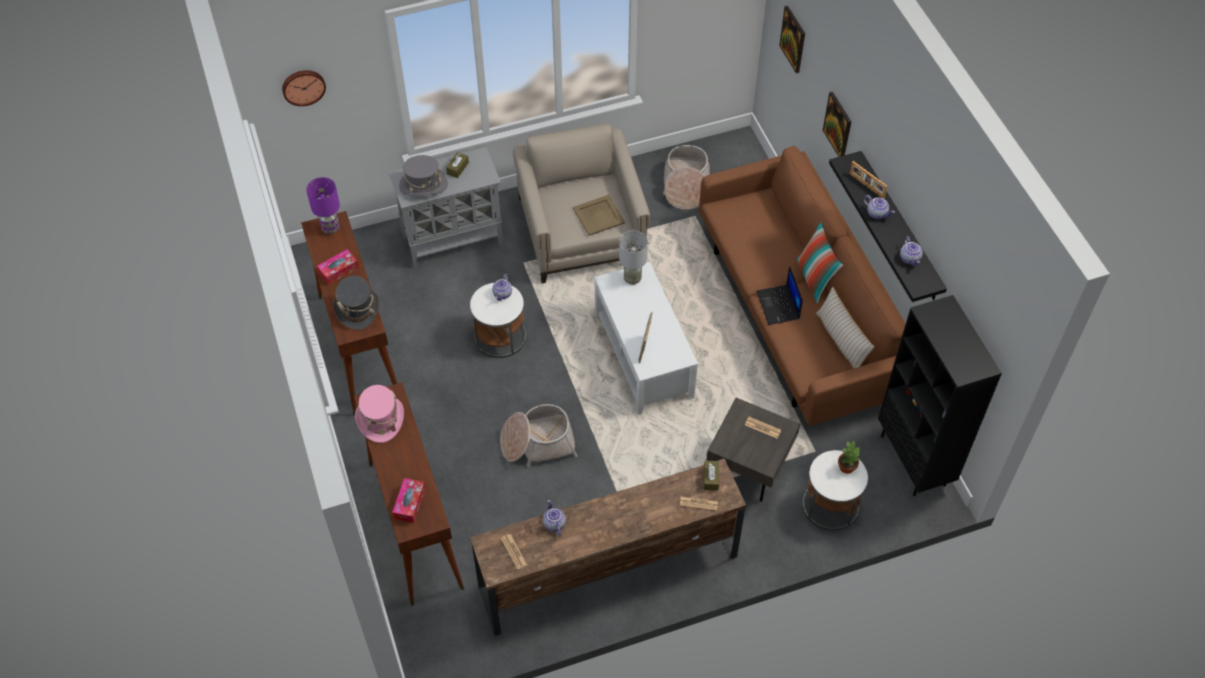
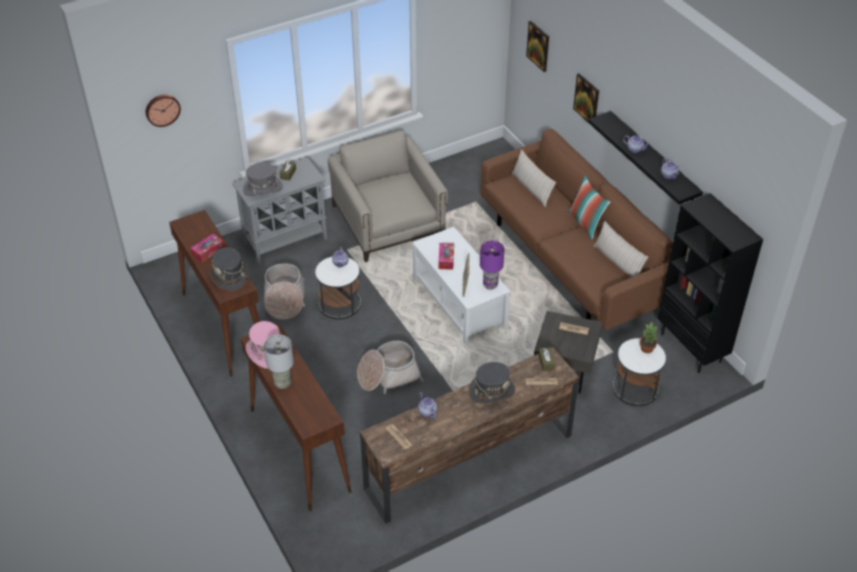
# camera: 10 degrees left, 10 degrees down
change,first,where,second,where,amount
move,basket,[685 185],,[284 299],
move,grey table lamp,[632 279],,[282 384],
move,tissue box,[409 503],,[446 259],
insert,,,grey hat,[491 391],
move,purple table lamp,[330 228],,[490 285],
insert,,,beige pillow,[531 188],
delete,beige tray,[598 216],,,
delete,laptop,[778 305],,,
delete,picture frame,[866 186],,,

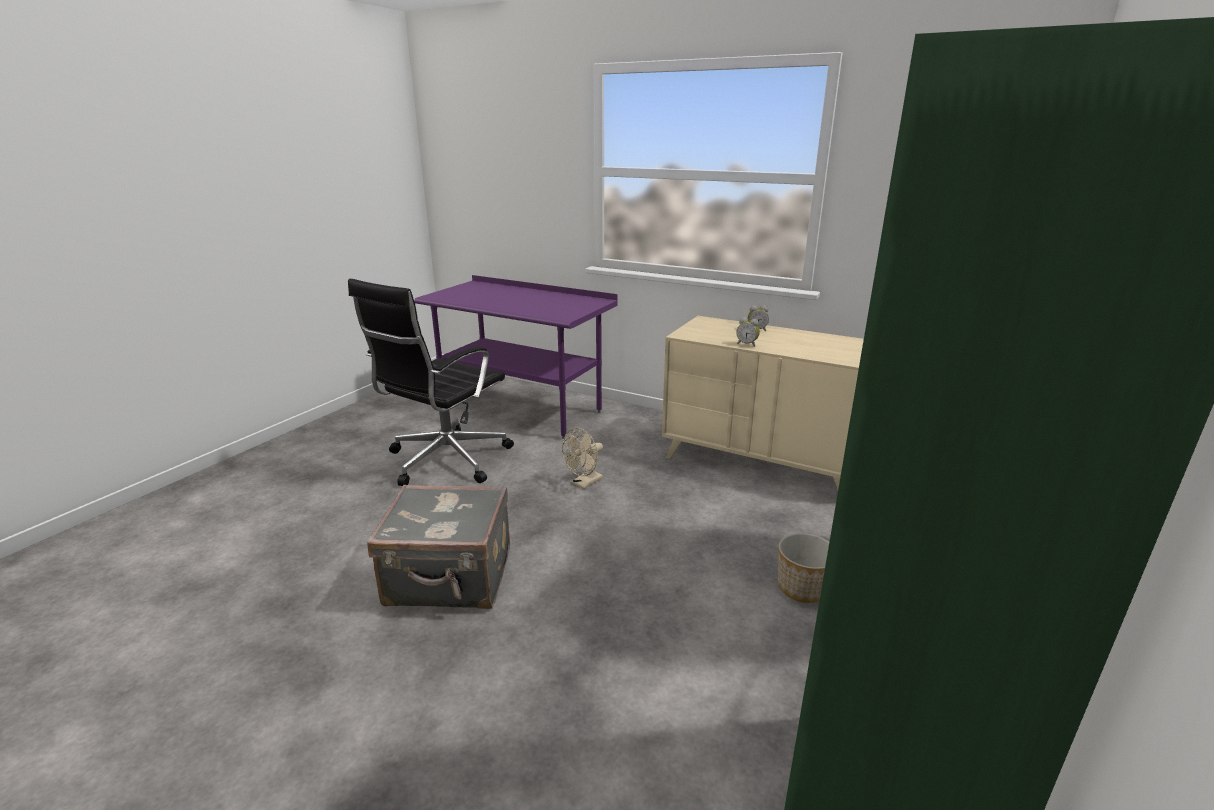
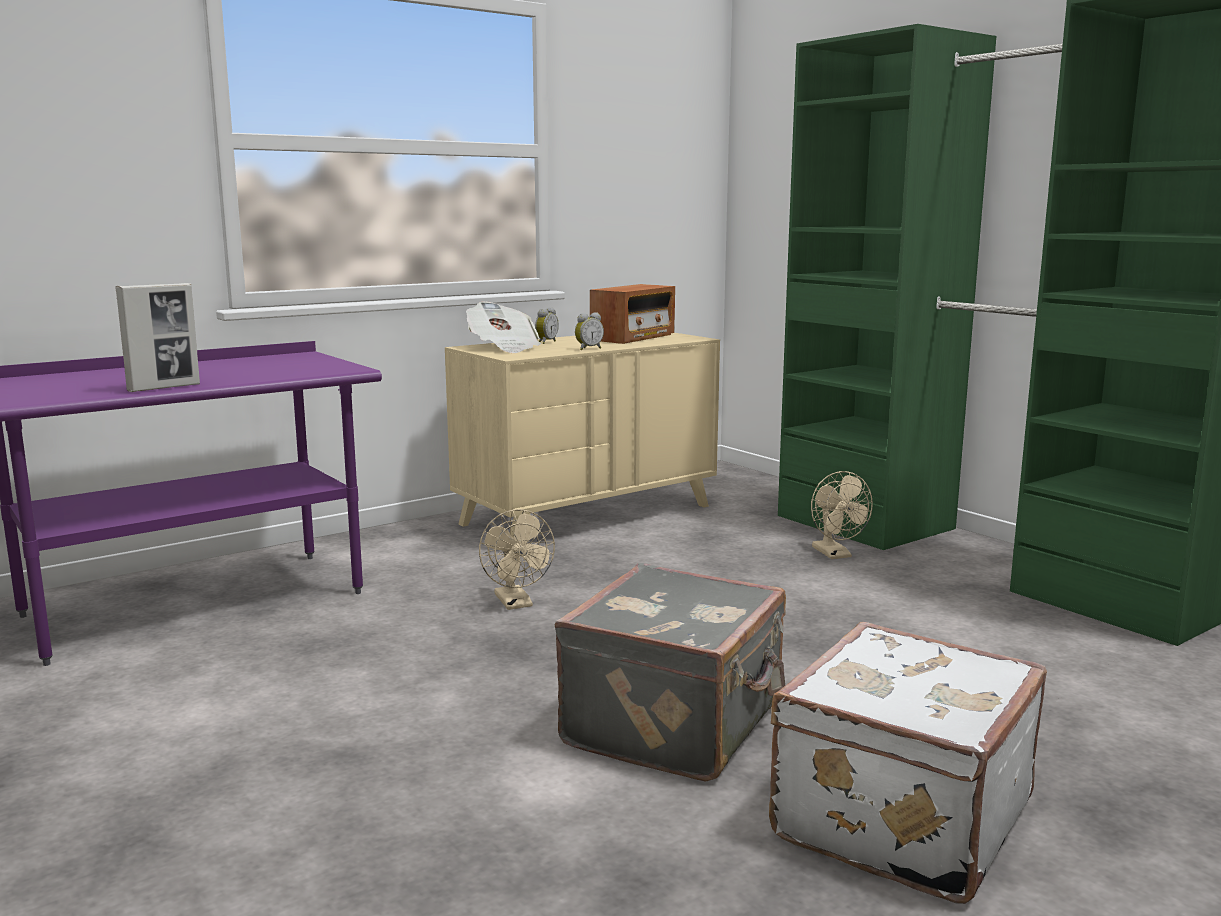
# camera: 65 degrees left, 10 degrees down
change,first,where,second,where,amount
insert,,,picture frame,[164 388],
insert,,,newspaper,[503 348],
insert,,,radio,[633 337],
insert,,,white suitcase,[897 818],
replace,planter,[803 588],beige fan,[835 554],
delete,black office chair,[445 460],,,

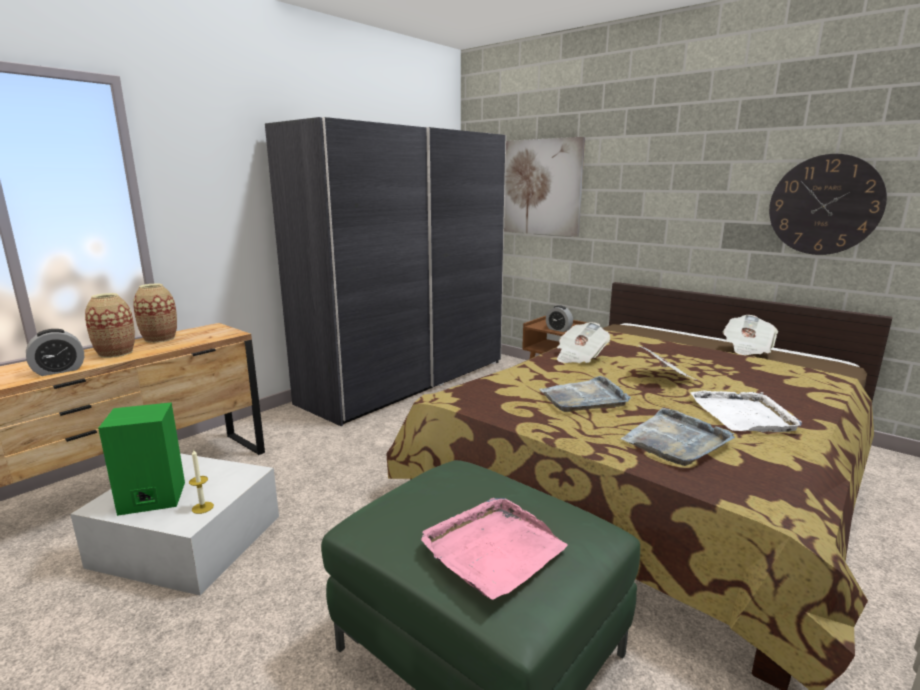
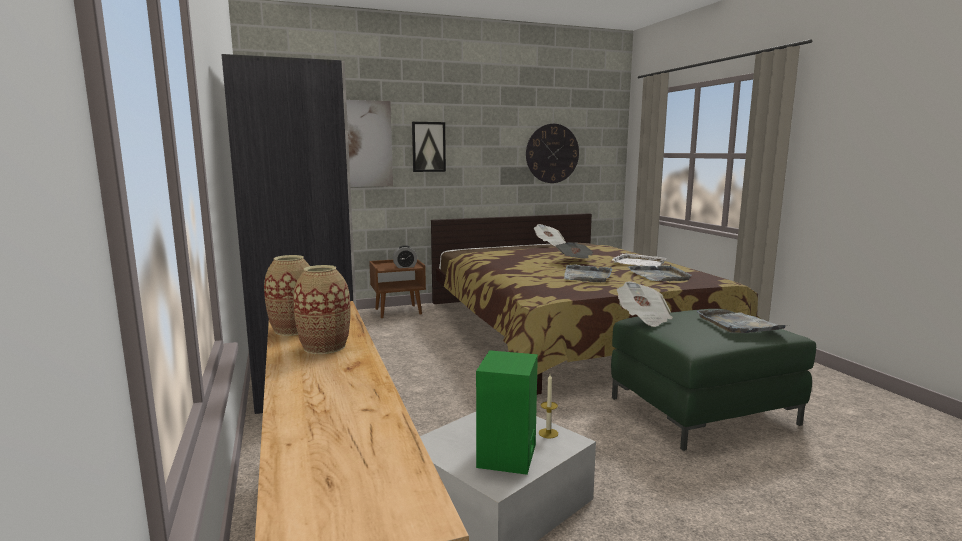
# camera: 60 degrees left, 5 degrees down
change,first,where,second,where,amount
insert,,,picture,[428 147],
move,newspaper,[579 357],,[643 318],
recolor,pink tray,[493 549],grey tray,[738 324],
delete,alarm clock,[59 371],,,

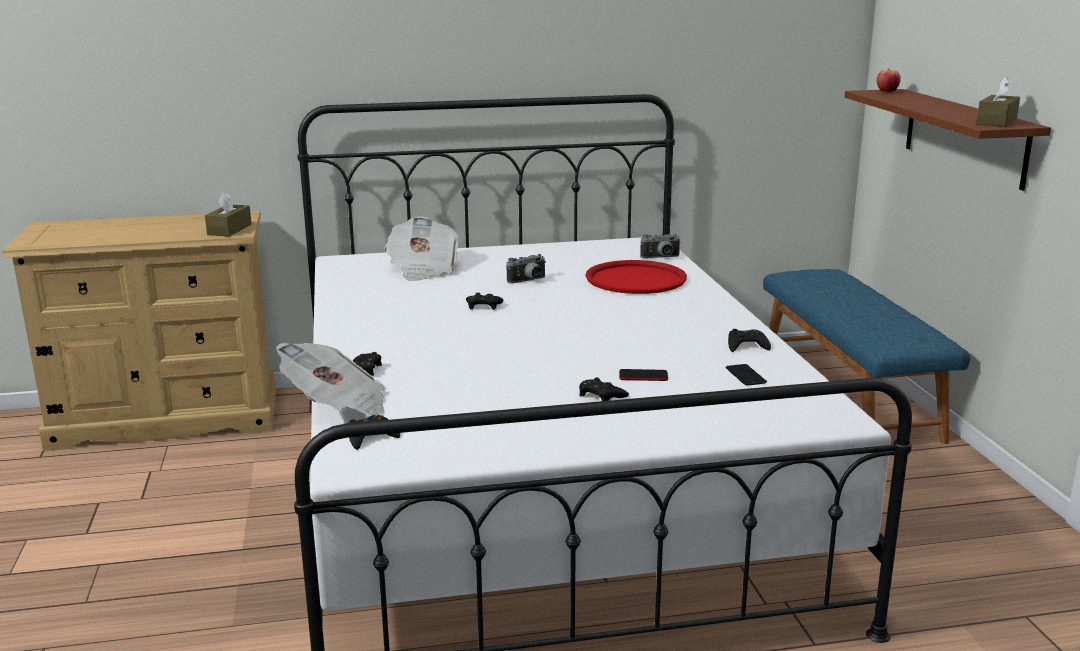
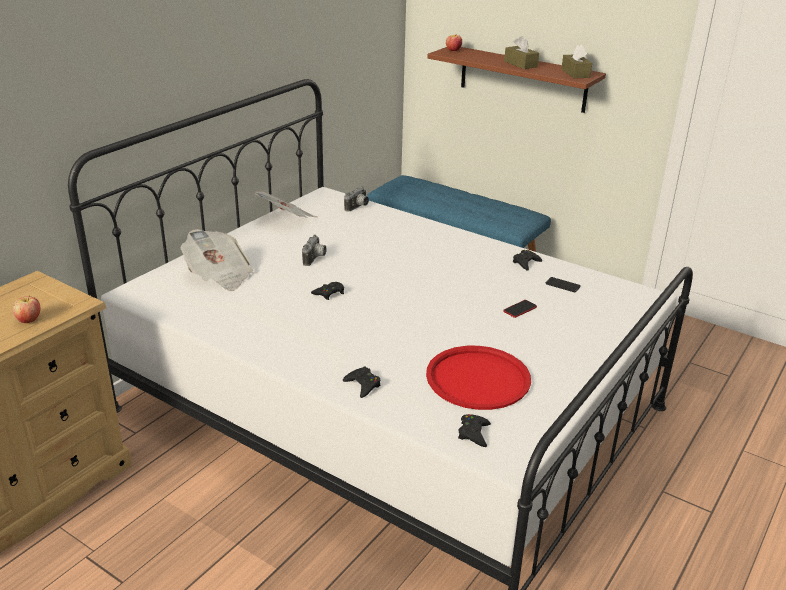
# camera: 45 degrees left, 10 degrees up
change,first,where,second,where,amount
insert,,,apple,[29 320],
move,newspaper,[337 406],,[286 220],
move,red tray,[636 279],,[478 378],
move,brown tissue box,[229 229],,[520 64],
delete,black game controller,[601 396],,,

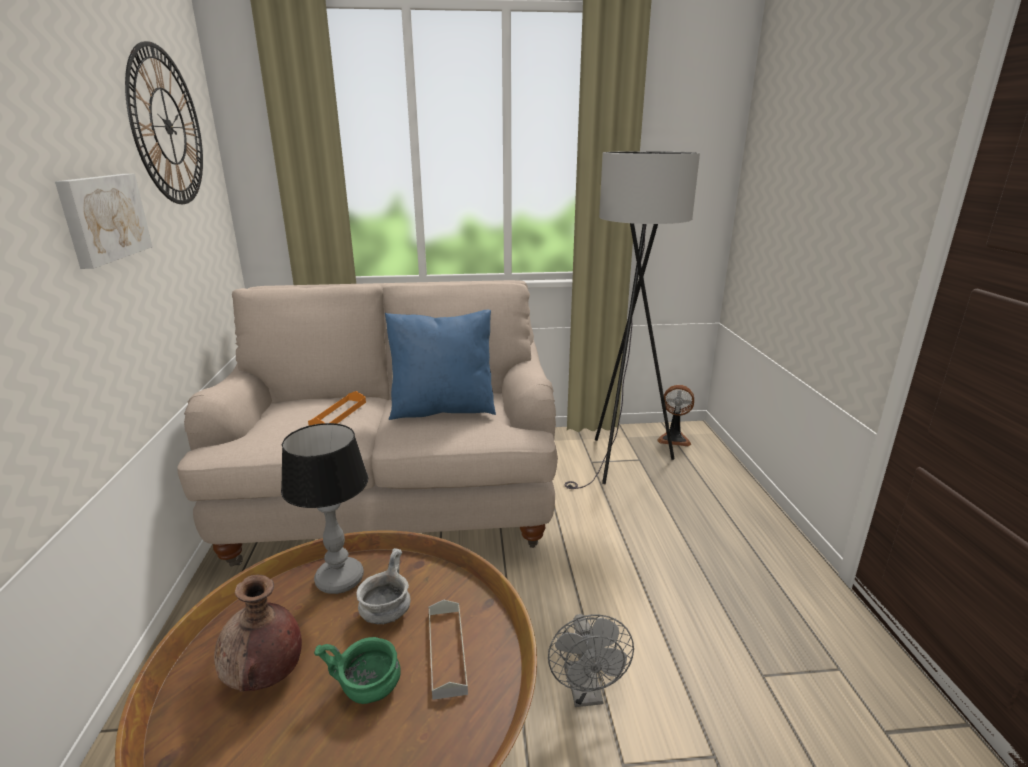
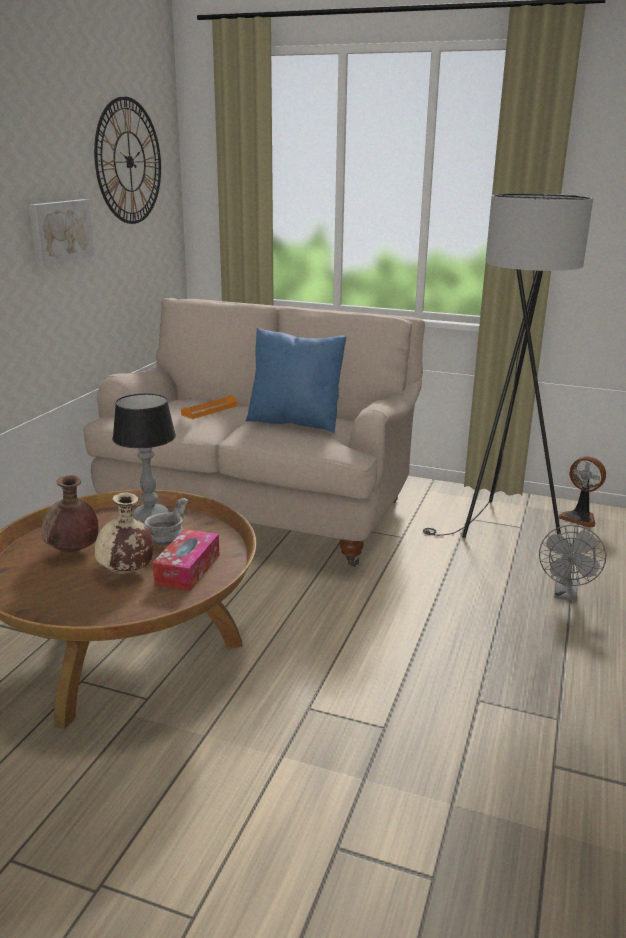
# camera: 25 degrees right, 0 degrees up
change,first,where,second,where,amount
replace,green bowl,[369 688],beige vase,[126 572],
replace,grey tray,[447 651],tissue box,[187 569],
move,grey fan,[586 693],,[566 594],

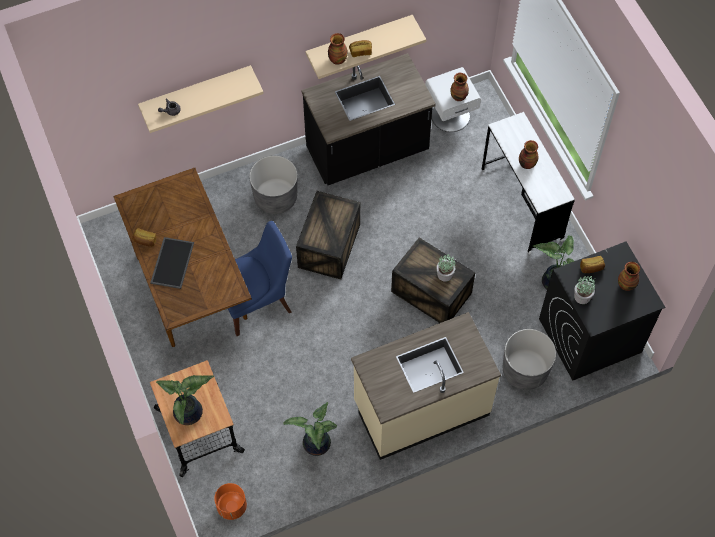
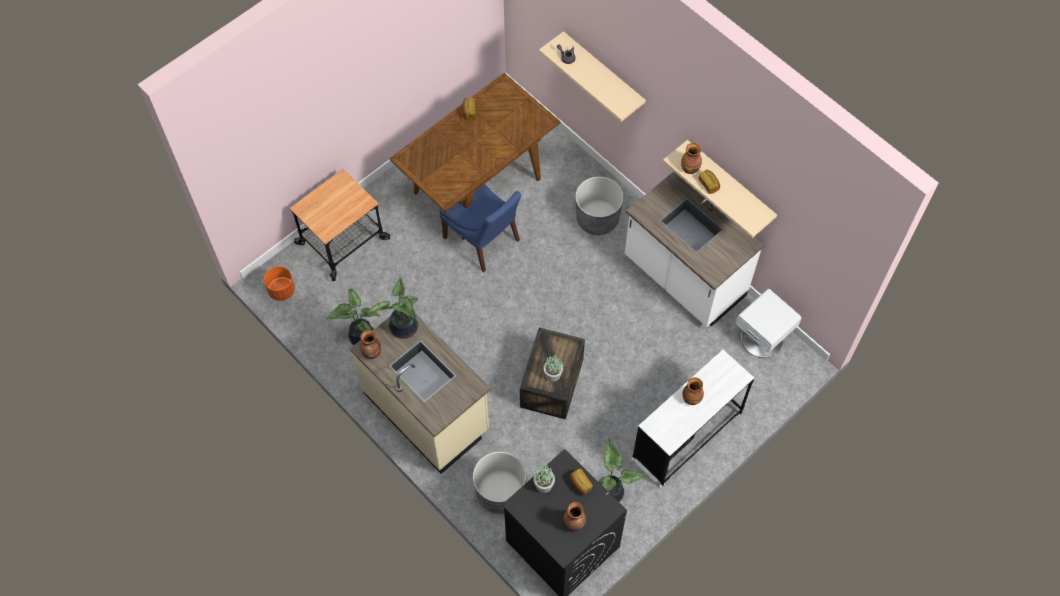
# camera: 70 degrees right, 0 degrees up
change,first,where,second,where,amount
move,vase,[459 96],,[372 353],
move,potted plant,[190 413],,[403 329],
recolor,black counter,[367 151],white counter,[683 278],
delete,tray,[171 262],,,
delete,crate,[329 245],,,

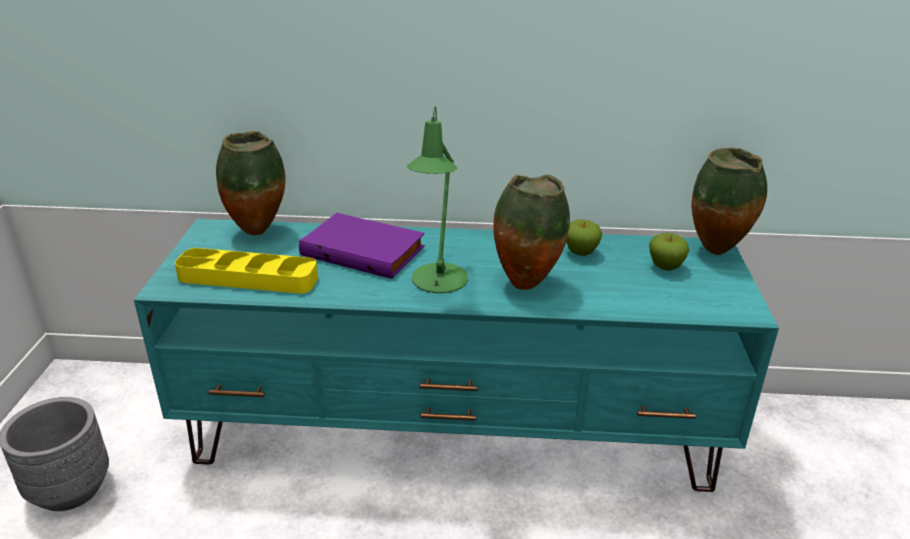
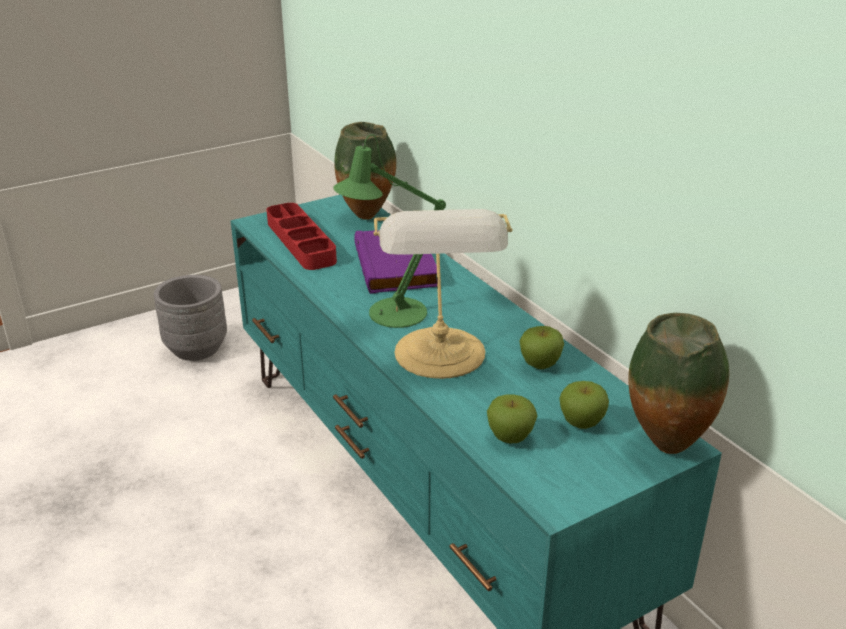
# camera: 55 degrees right, 0 degrees up
change,first,where,second,where,amount
recolor,yellow tray,[248 278],red tray,[300 242],
replace,vase,[526 284],table lamp,[441 355],
insert,,,apple,[510 437],

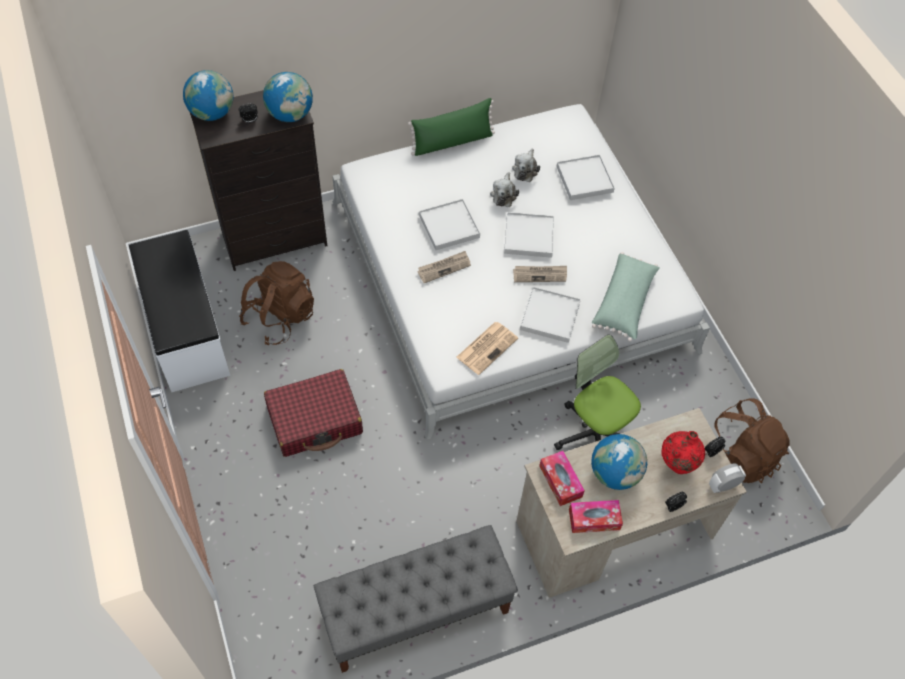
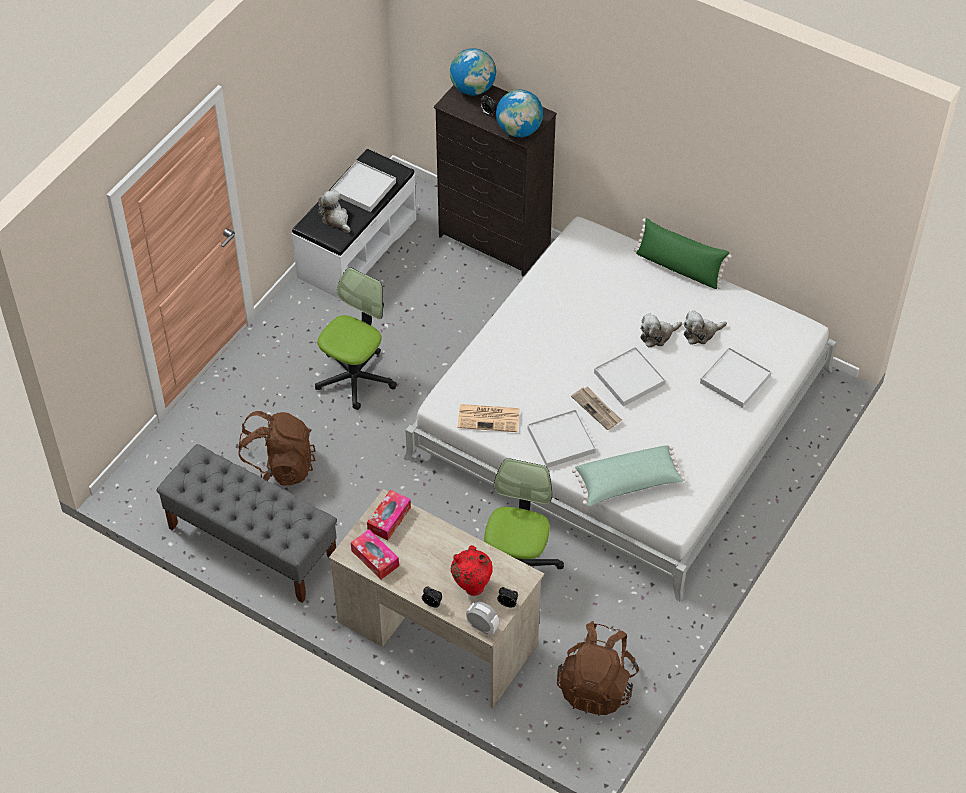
# camera: 55 degrees right, 5 degrees down
change,first,where,second,where,amount
move,brown backpack,[280 317],,[277 467],
replace,red suitcase,[315 420],office chair,[355 378],
insert,,,plush toy,[335 218],
move,white tray,[449 226],,[363 188],
delete,newspaper,[444 267],,,
delete,globe,[614 473],,,

